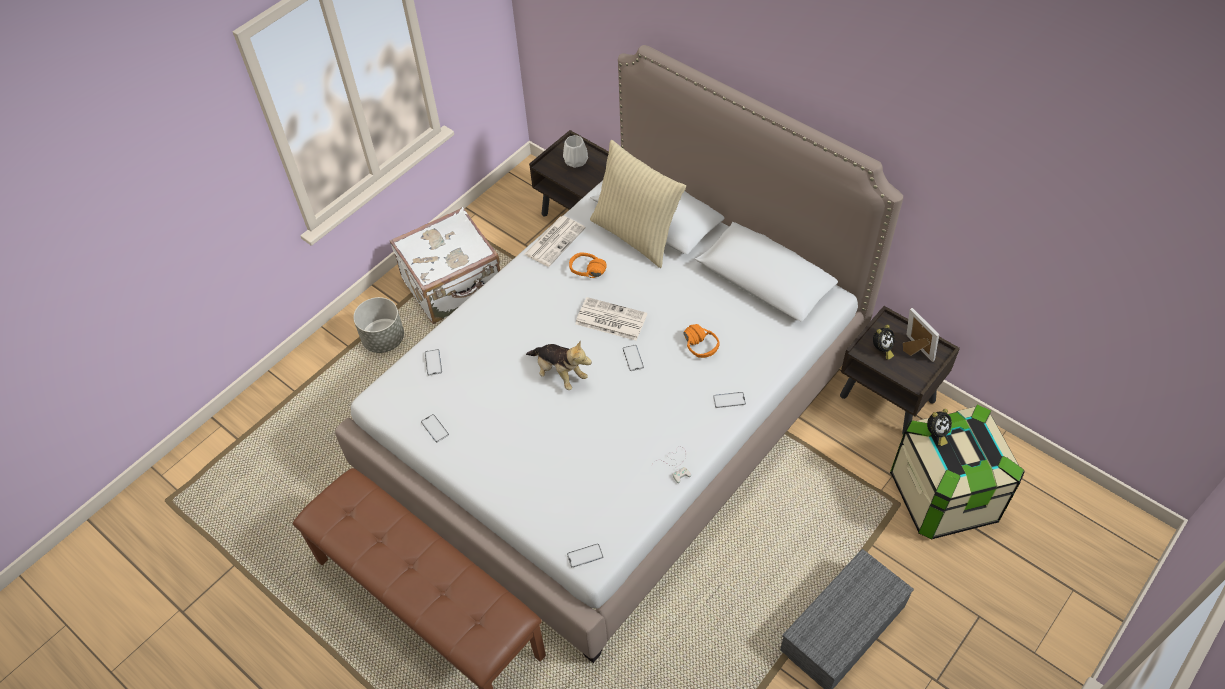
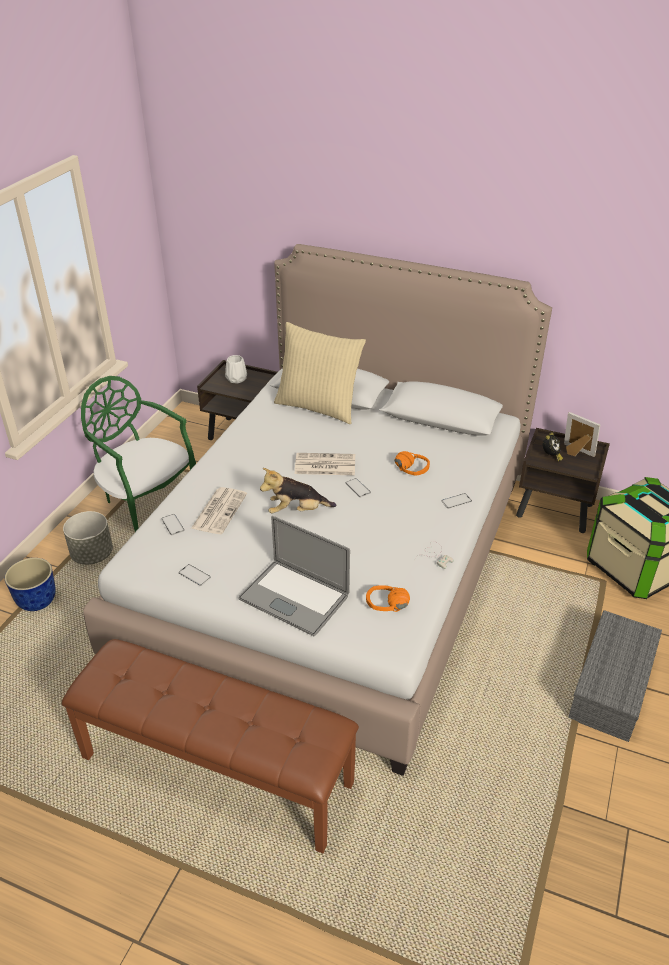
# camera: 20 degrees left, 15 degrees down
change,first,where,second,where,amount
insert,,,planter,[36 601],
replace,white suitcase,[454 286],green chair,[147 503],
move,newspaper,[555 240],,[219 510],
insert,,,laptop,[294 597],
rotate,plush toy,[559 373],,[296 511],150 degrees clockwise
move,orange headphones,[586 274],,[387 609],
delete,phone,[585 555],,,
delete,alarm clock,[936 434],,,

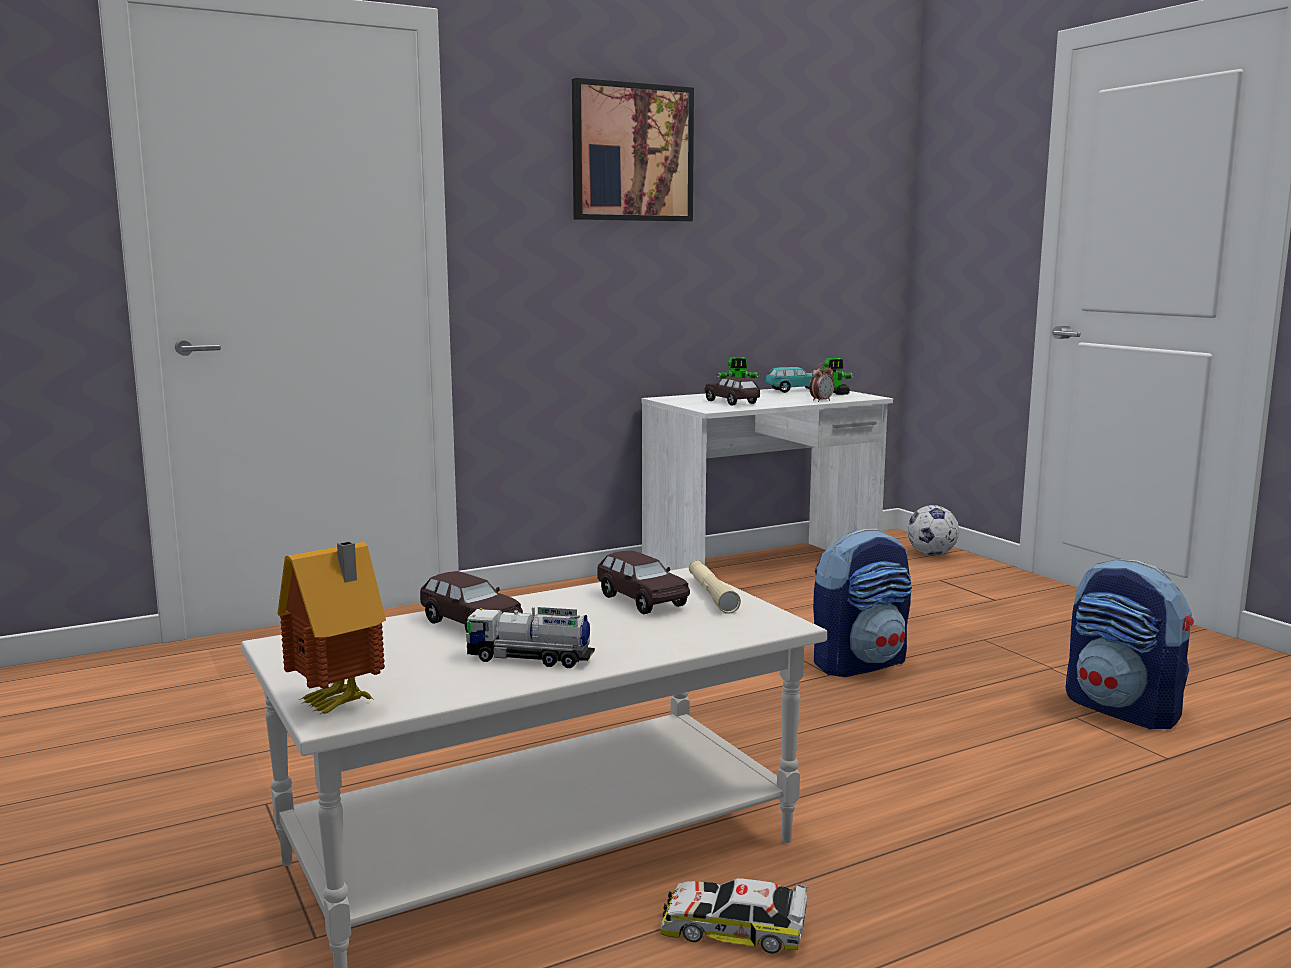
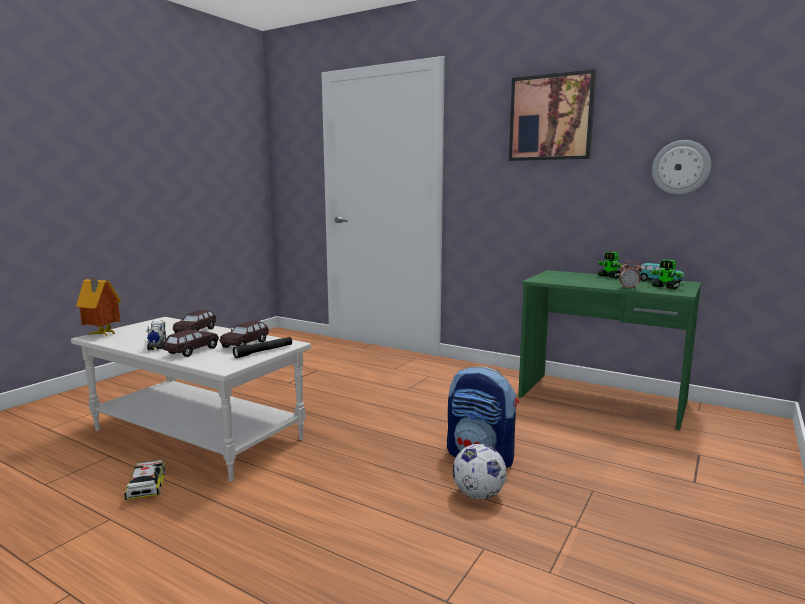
# camera: 60 degrees right, 0 degrees up
change,first,where,second,where,amount
move,brown toy car,[731 402],,[192 351],
recolor,beige flashlight,[711 594],black flashlight,[264 351],
move,football,[931 554],,[478 495],
recolor,white desk,[763 569],green desk,[602 400],
insert,,,wall clock,[681 167],
delete,backpack,[1123 710],,,

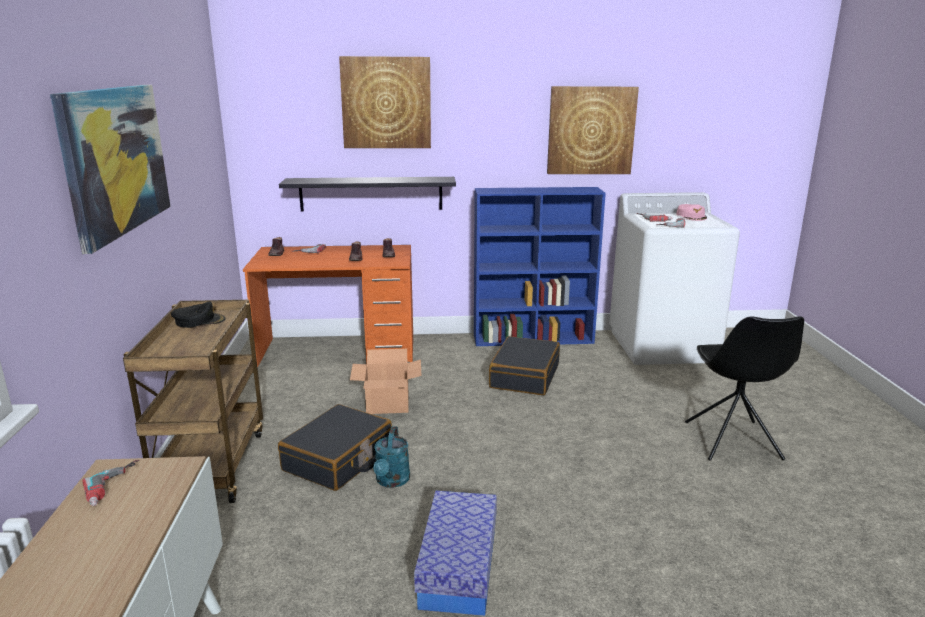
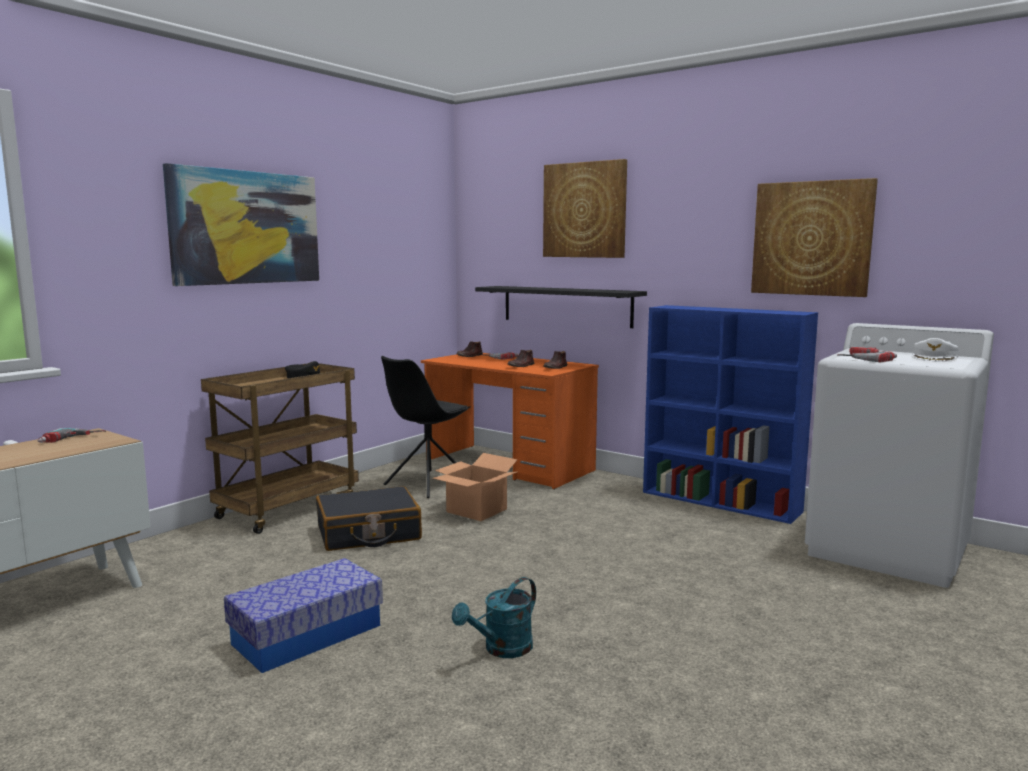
# camera: 40 degrees right, 10 degrees down
change,first,where,second,where,amount
move,black chair,[732 441],,[427 484],
move,turquoise watering can,[392 481],,[502 649],
recolor,pink cap,[691 216],white cap,[934 357],
delete,black suitcase,[524 376],,,

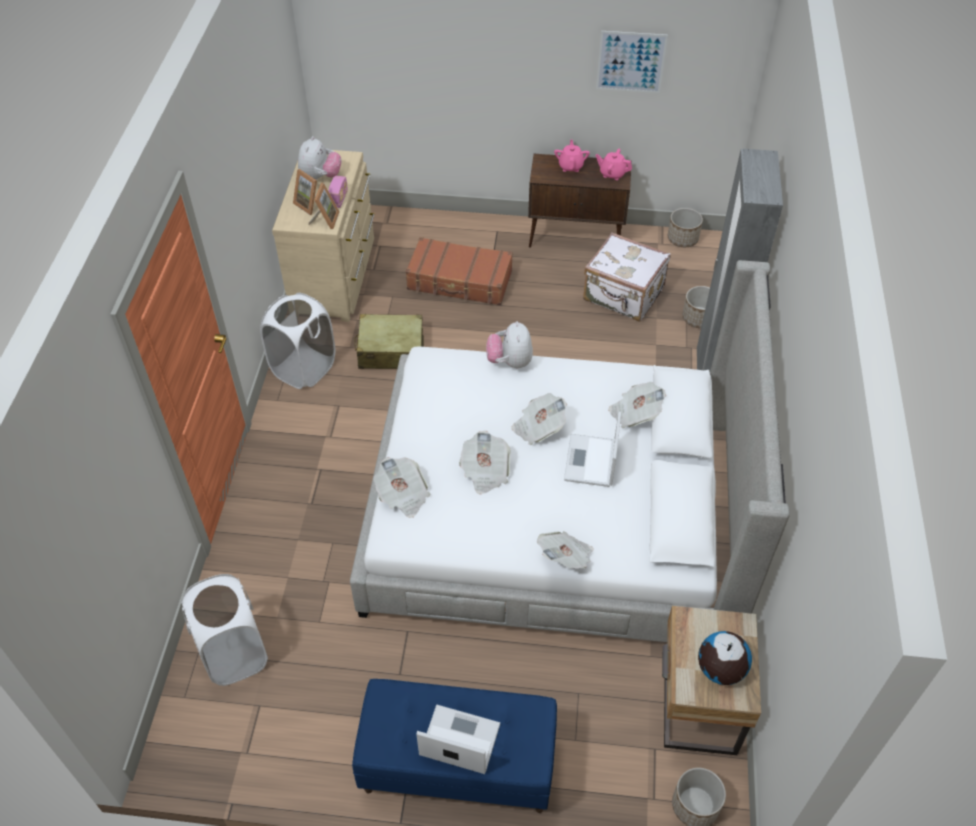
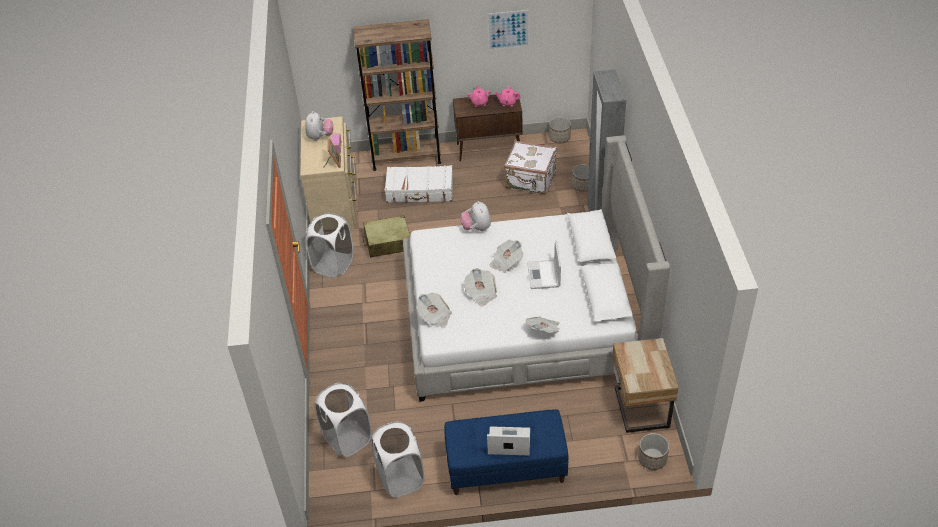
# camera: 10 degrees left, 5 degrees down
change,first,where,second,where,amount
insert,,,brown bookcase,[406 157],
insert,,,white laundry basket,[401 478],
recolor,brown suitcase,[460 281],white suitcase,[420 191],
delete,picture frame,[309 204],,,
delete,newspaper,[635 413],,,
delete,globe,[720 669],,,

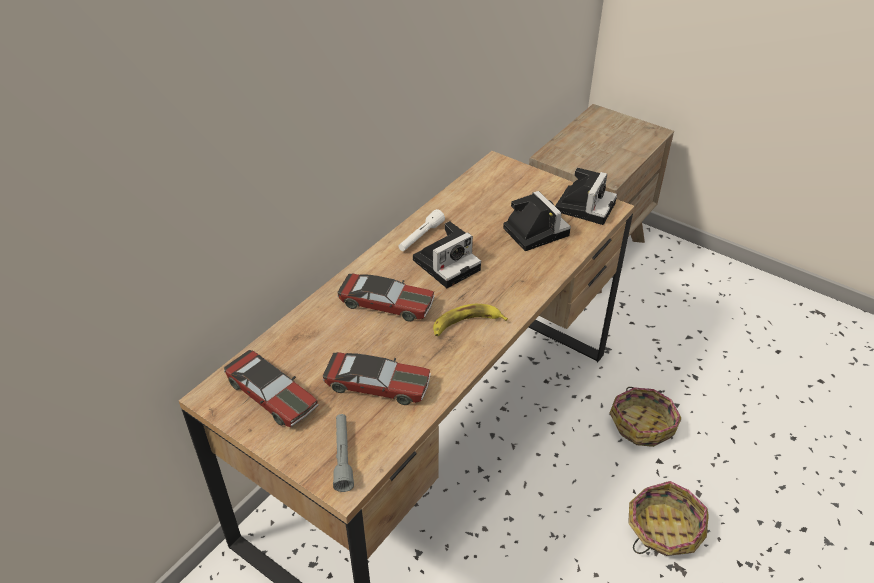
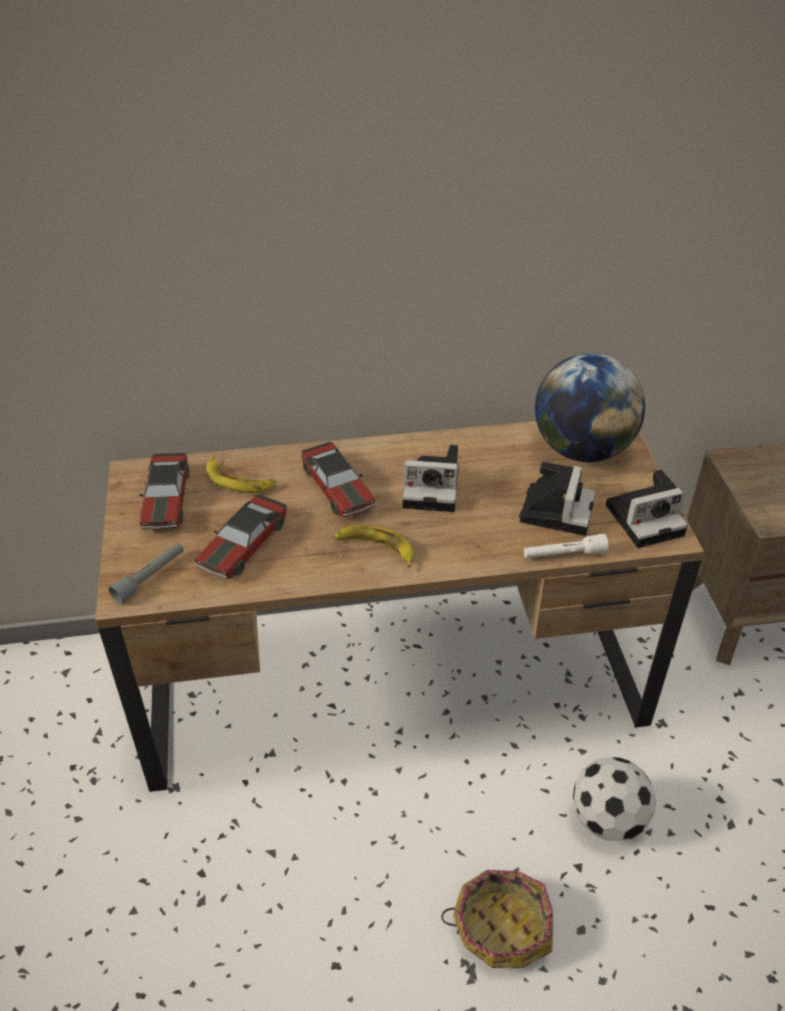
# camera: 45 degrees right, 0 degrees up
change,first,where,second,where,amount
rotate,toy car,[378 384],,[243 545],60 degrees clockwise
insert,,,banana,[239 480],
move,white flashlight,[420 237],,[564 555],
insert,,,globe,[582 450],
replace,basket,[642 423],football,[607 819],

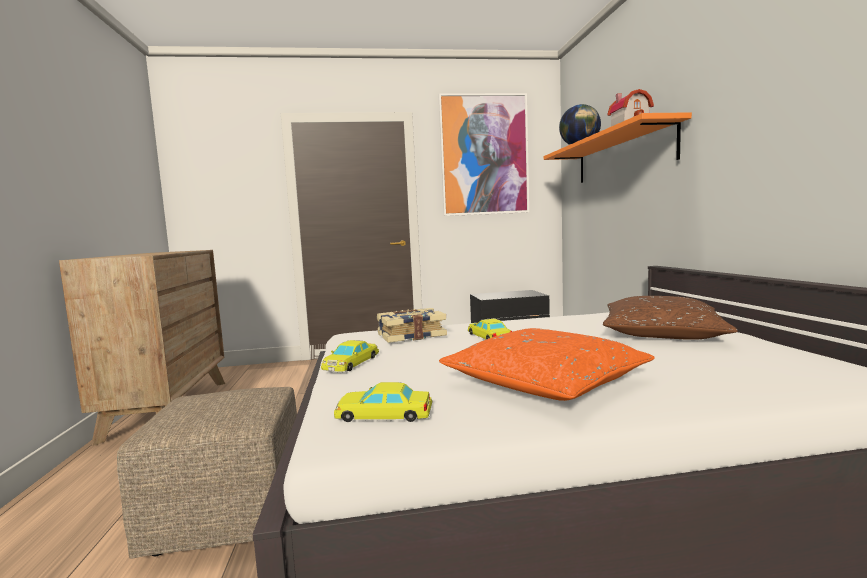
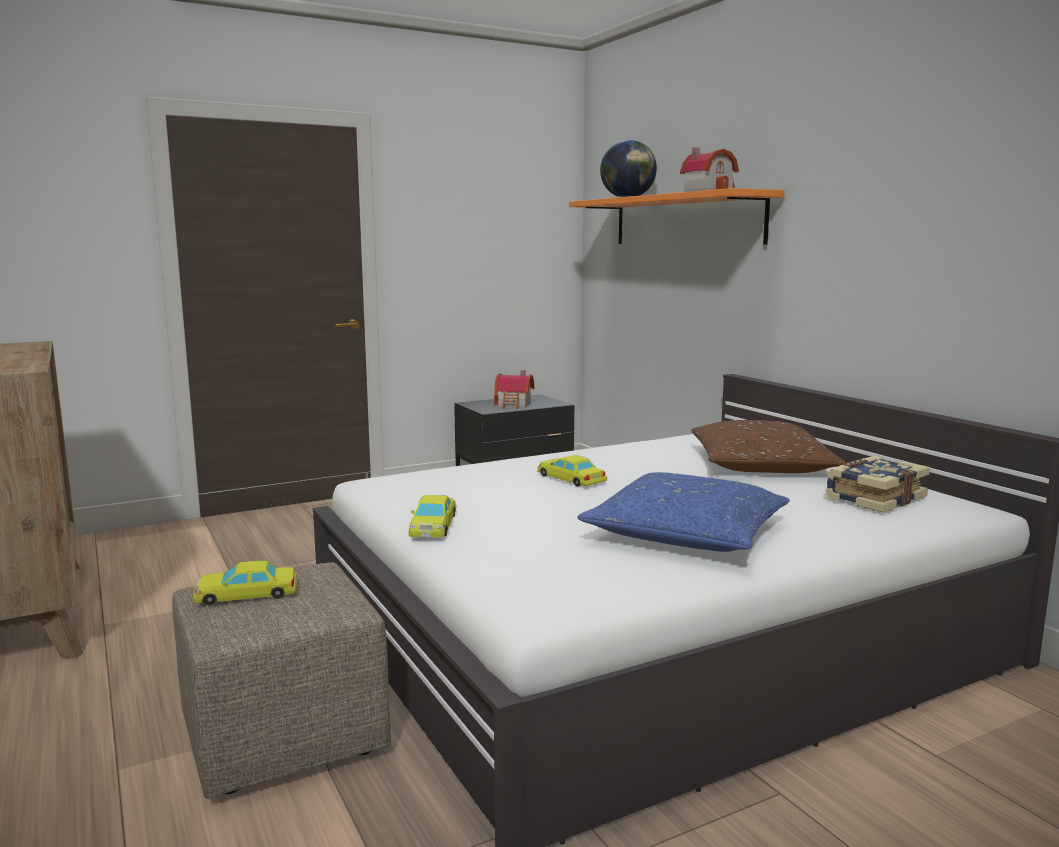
# camera: 20 degrees left, 5 degrees up
change,first,where,second,where,amount
move,yellow toy car,[384 414],,[246 593],
insert,,,toy house,[515 405],
recolor,orange pillow,[545 383],blue pillow,[686 534],
move,book,[411 335],,[873 498],
delete,picture,[484 155],,,

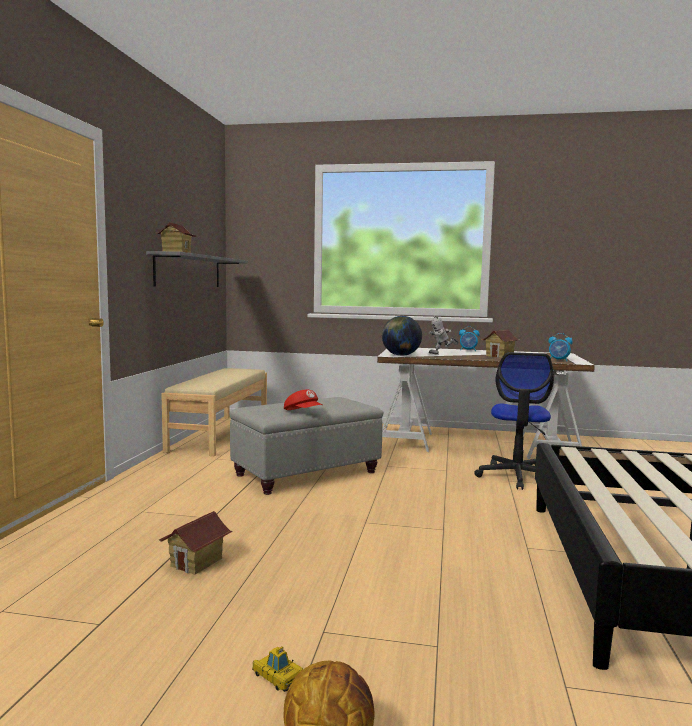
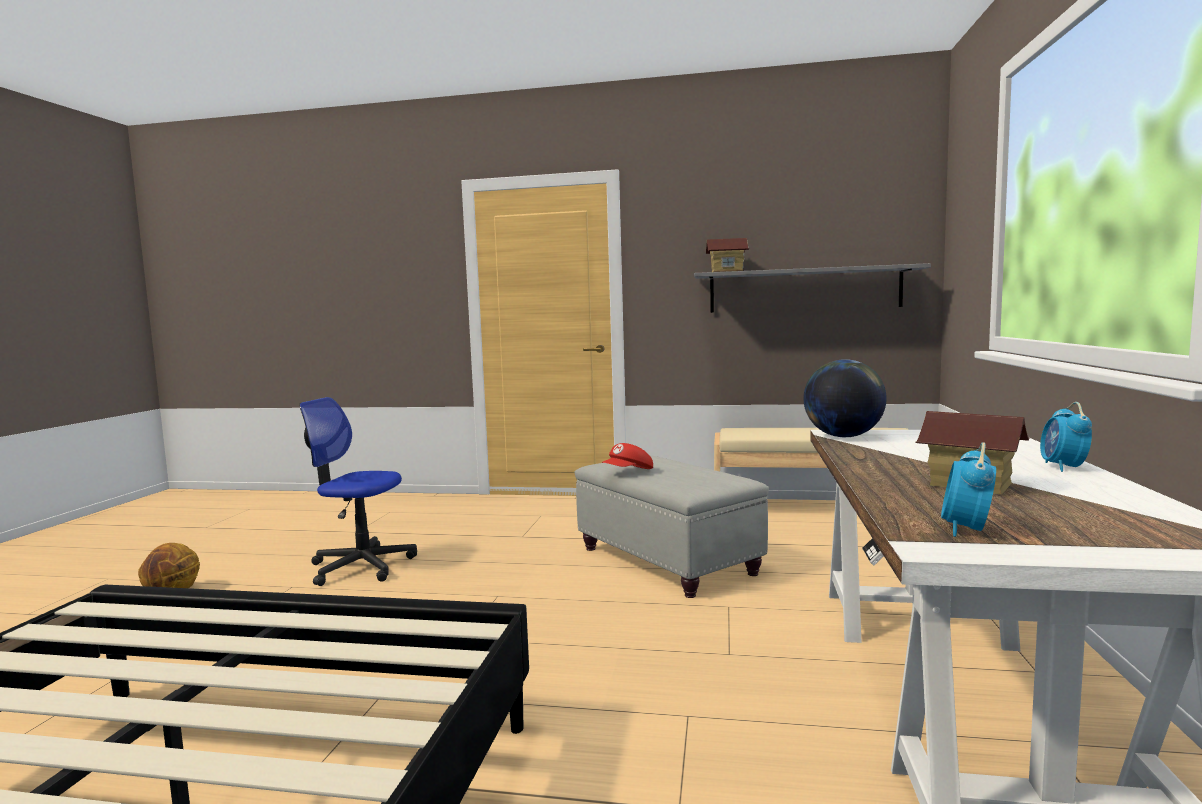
# camera: 90 degrees right, 0 degrees up
change,first,where,second,where,amount
move,office chair,[517 476],,[361 566],
delete,toy house,[197 562],,,
delete,toy car,[277 676],,,
delete,toy robot,[441 354],,,

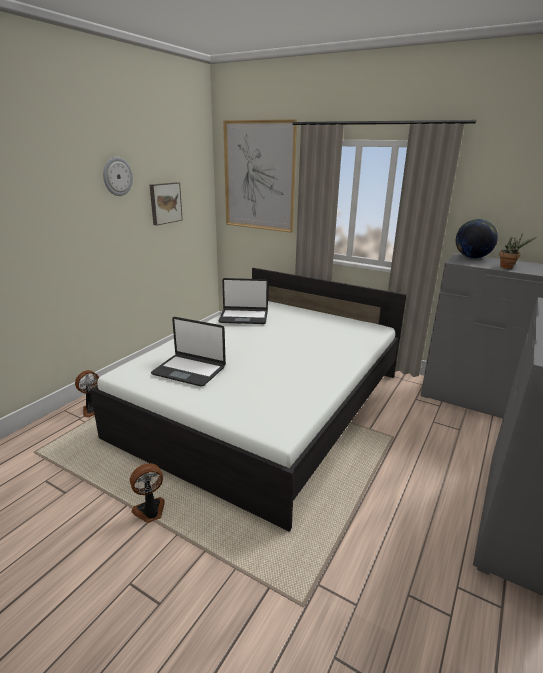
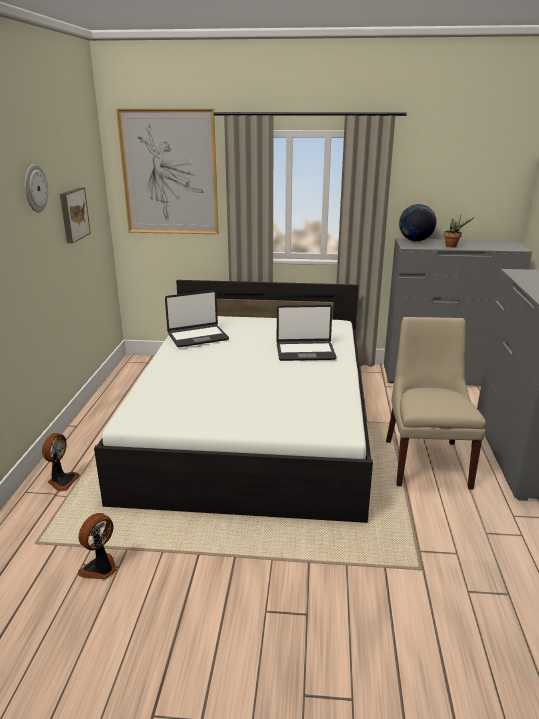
# camera: 25 degrees left, 0 degrees up
change,first,where,second,where,amount
move,fan,[150 511],,[101 569],
move,laptop,[189 370],,[305 352],
insert,,,beige chair,[426 461],

